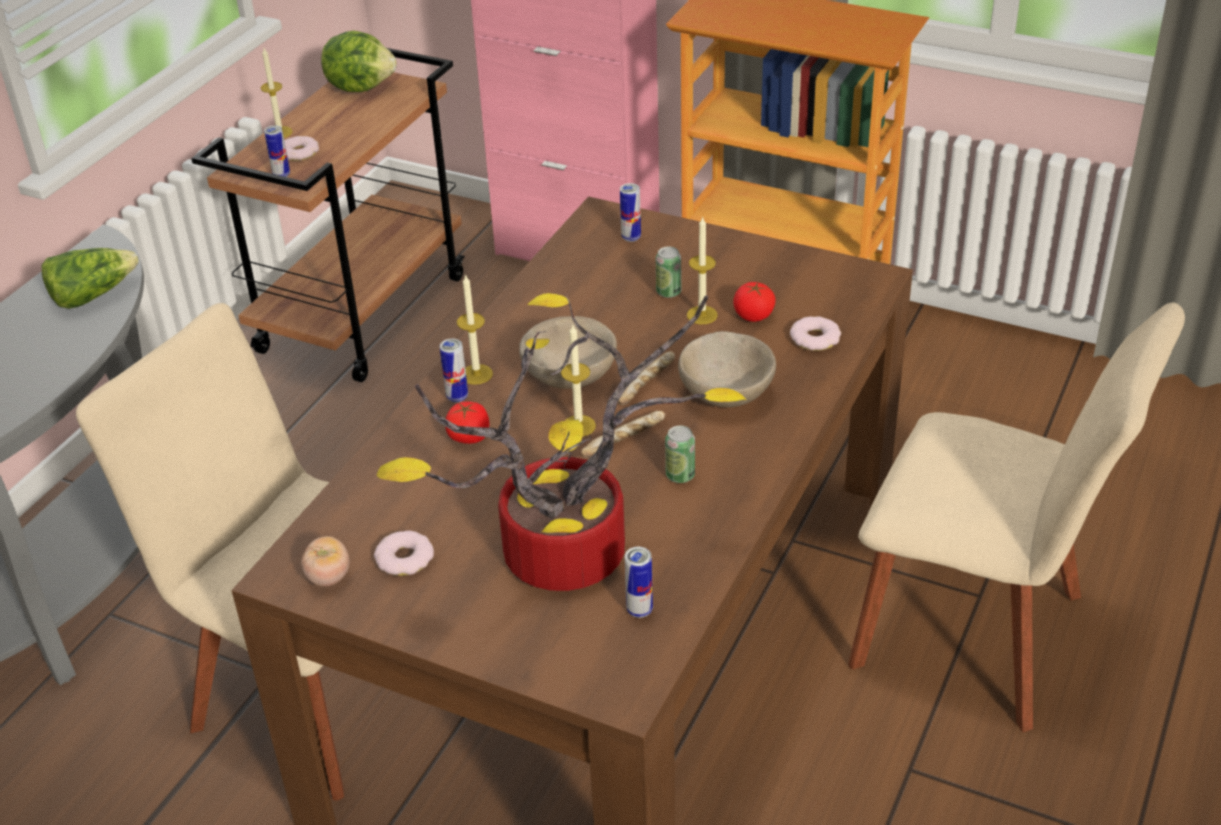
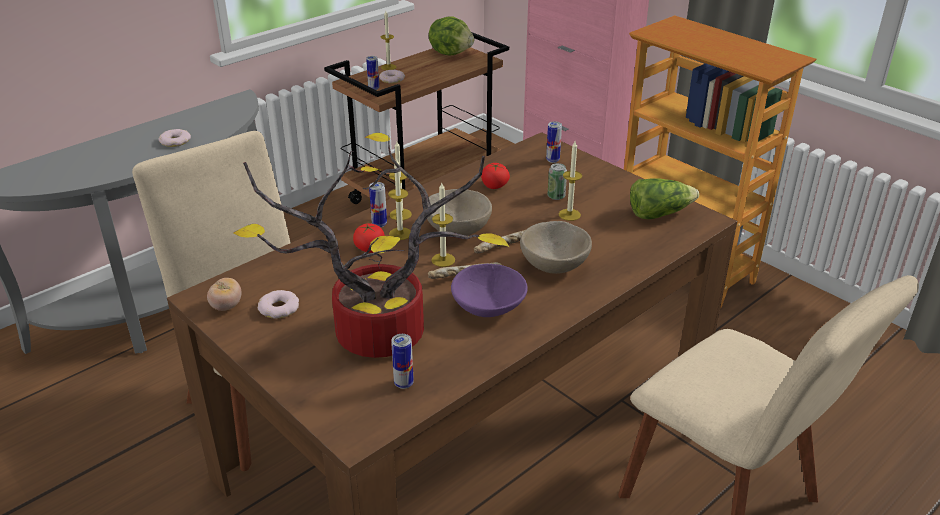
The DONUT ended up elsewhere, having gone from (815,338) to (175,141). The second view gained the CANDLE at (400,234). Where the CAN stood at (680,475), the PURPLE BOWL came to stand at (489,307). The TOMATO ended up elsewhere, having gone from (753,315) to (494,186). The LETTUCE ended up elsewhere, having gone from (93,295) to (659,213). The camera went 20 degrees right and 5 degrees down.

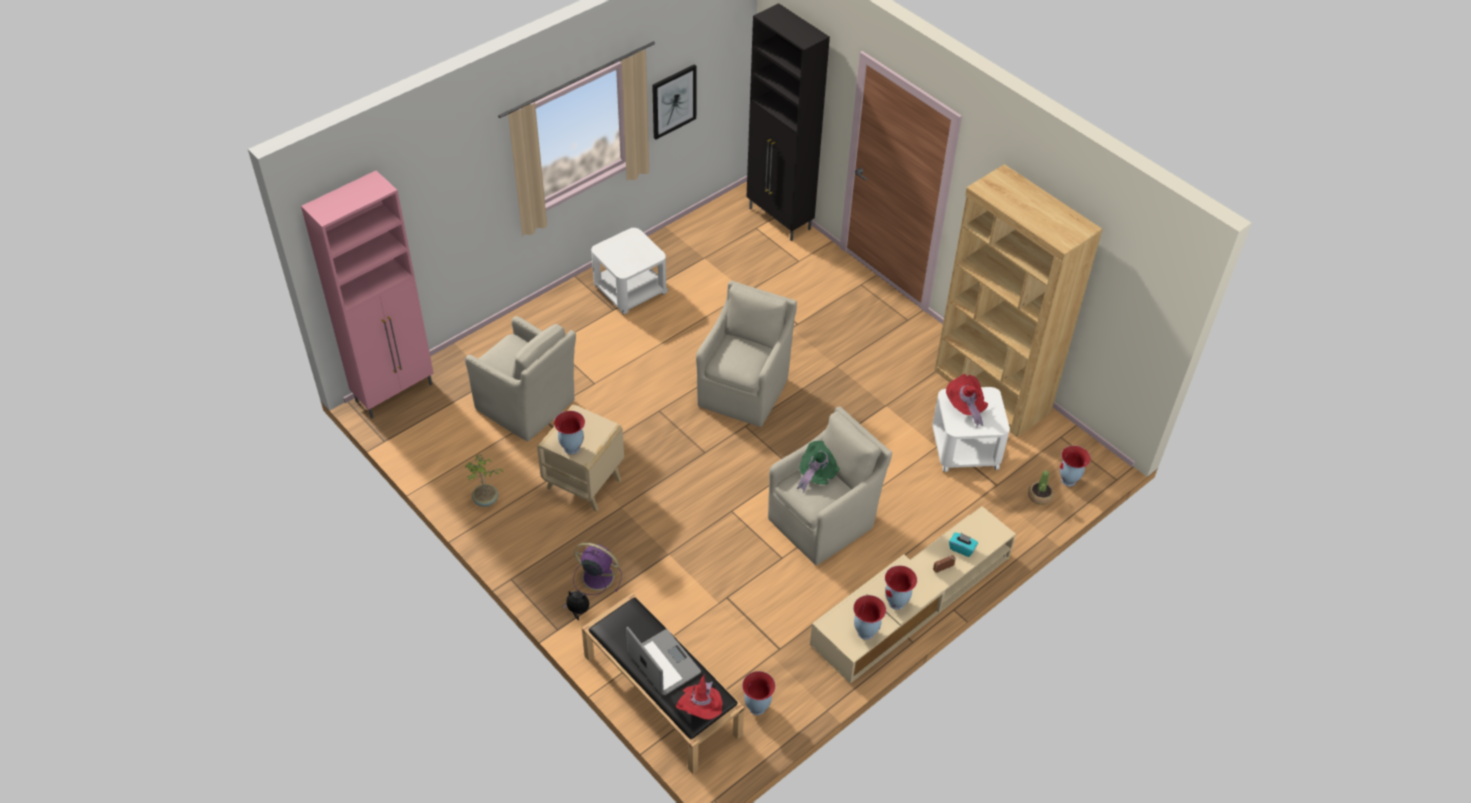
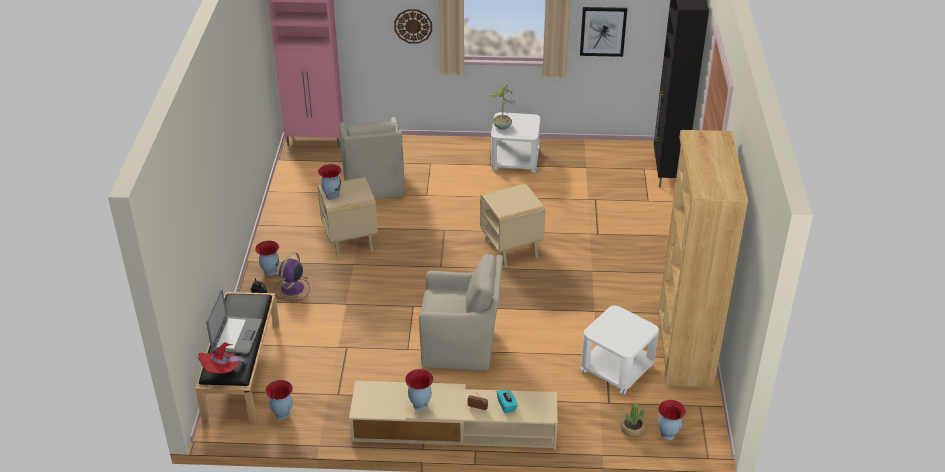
The VASE ended up elsewhere, having gone from (865,632) to (270,271). The PURPLE FAN at (596,576) ended up facing another way, 135 degrees counterclockwise from before. The second view gained the WALL CLOCK at (413,26). Where the BEIGE ARMCHAIR stood at (744,390), the BEIGE SIDE TABLE came to stand at (512,249). The POTTED PLANT ended up elsewhere, having gone from (486,501) to (502,127). The second view lost the GREEN HAT at (818,473). The second view lost the RED HAT at (965,407). The camera went 45 degrees right and 10 degrees down.

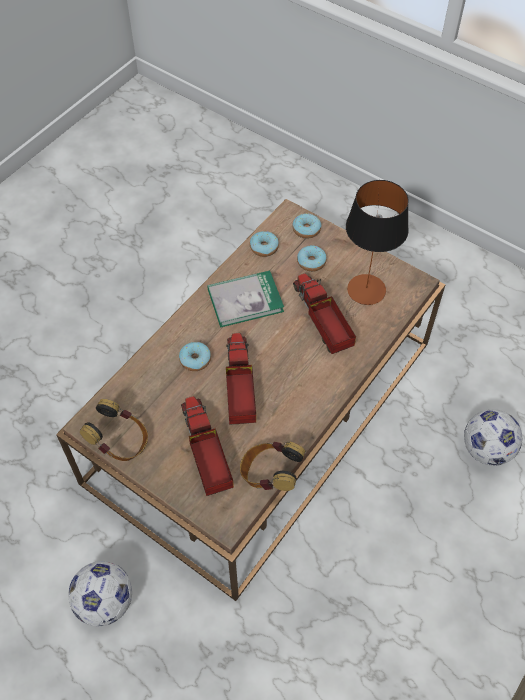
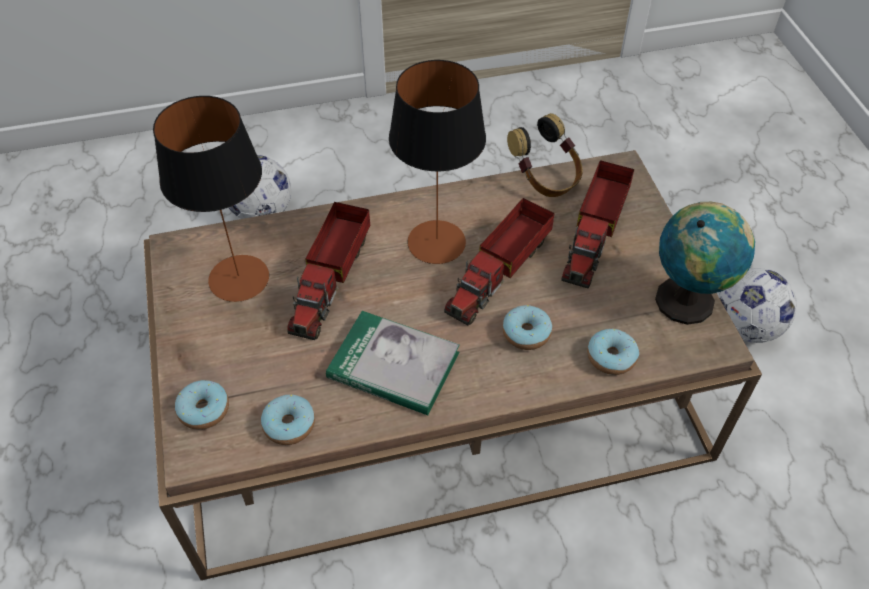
The second view gained the TABLE LAMP at (437,242). The DONUT ended up elsewhere, having gone from (311,262) to (611,357). Where the HEADPHONES stood at (120,442), the GLOBE came to stand at (687,299). The camera went 140 degrees left and 5 degrees down.

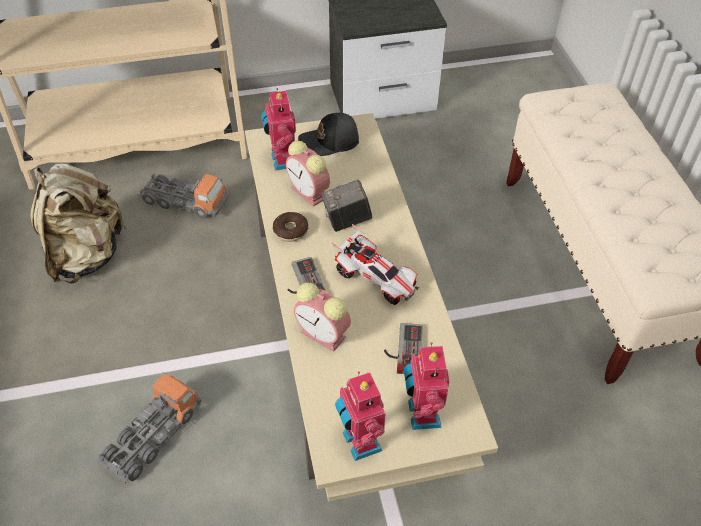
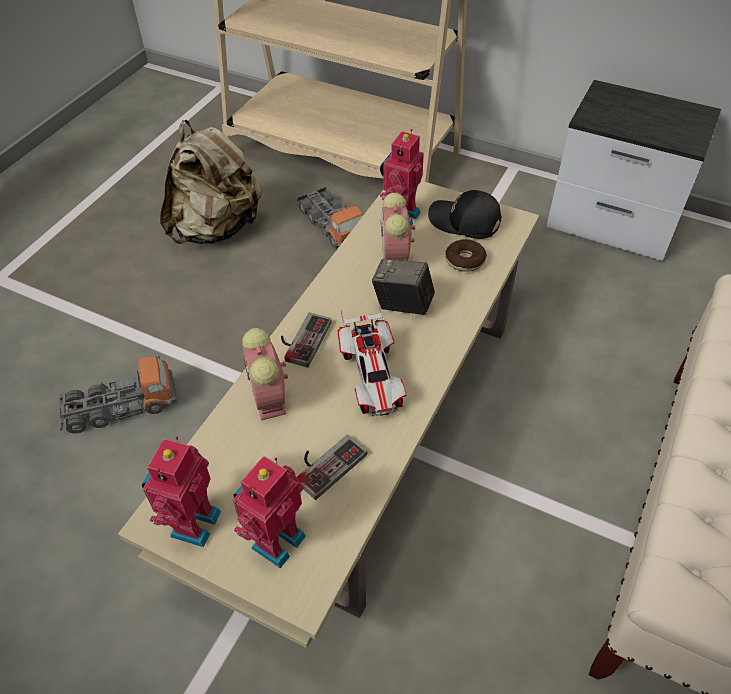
The DONUT ended up elsewhere, having gone from (290,231) to (465,260). The camera went 40 degrees right and 0 degrees up.

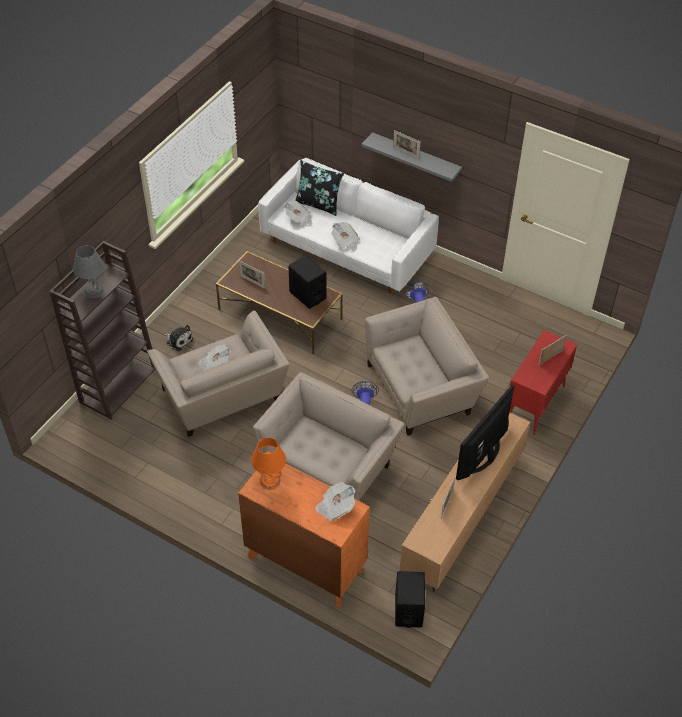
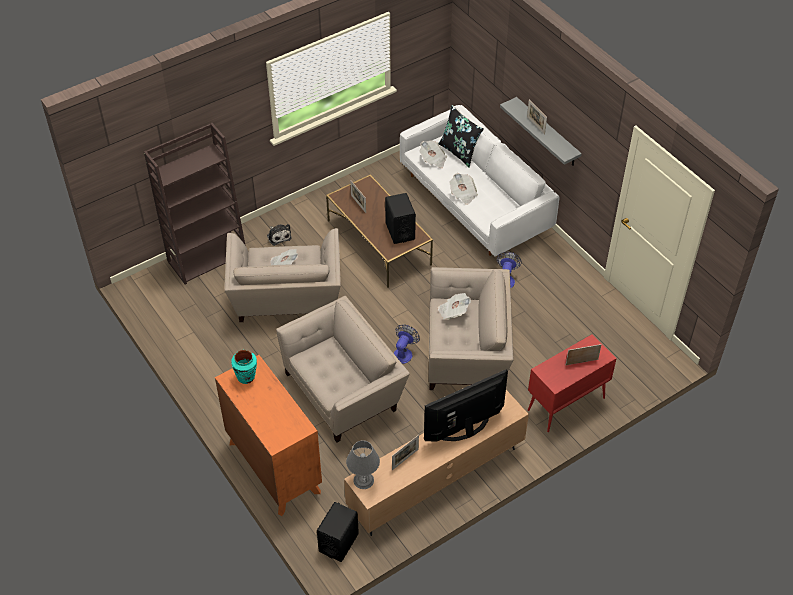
Where the ORANGE TABLE LAMP stood at (269,481), the TURQUOISE VASE came to stand at (246,377). The GREY TABLE LAMP ended up elsewhere, having gone from (93,290) to (363,480). The NEWSPAPER ended up elsewhere, having gone from (335,507) to (453,311). The camera went 25 degrees right and 0 degrees up.

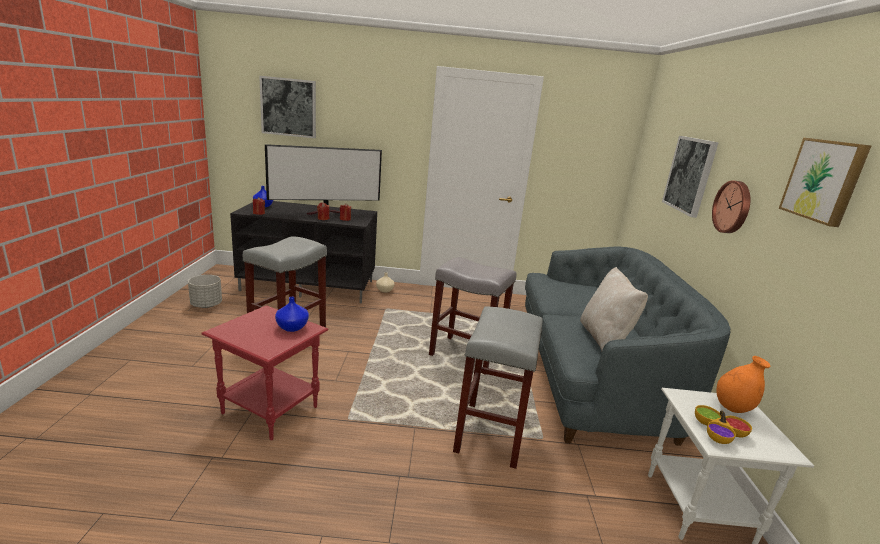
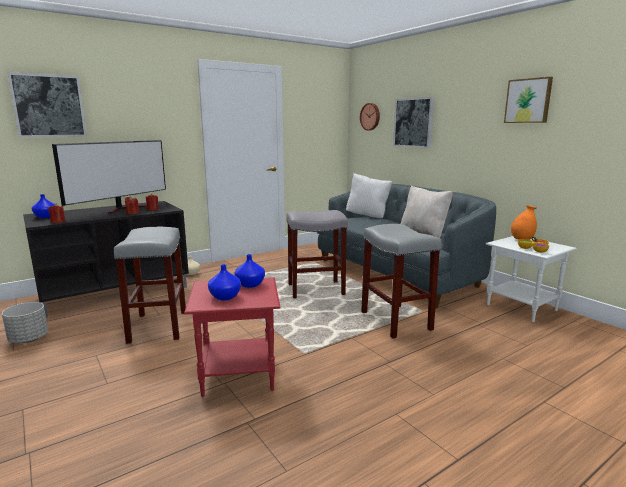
The second view gained the BLUE VASE at (224,297). The second view gained the WHITE PILLOW at (368,216). The WALL CLOCK ended up elsewhere, having gone from (733,207) to (370,116). The camera went 35 degrees left and 5 degrees down.

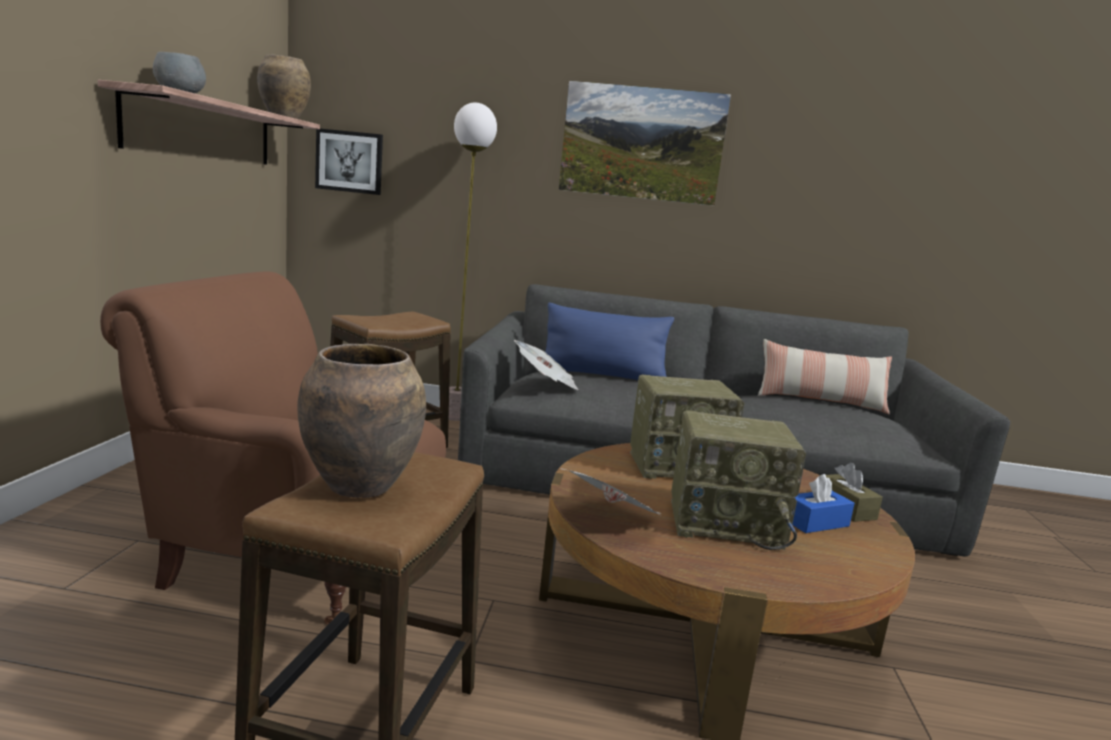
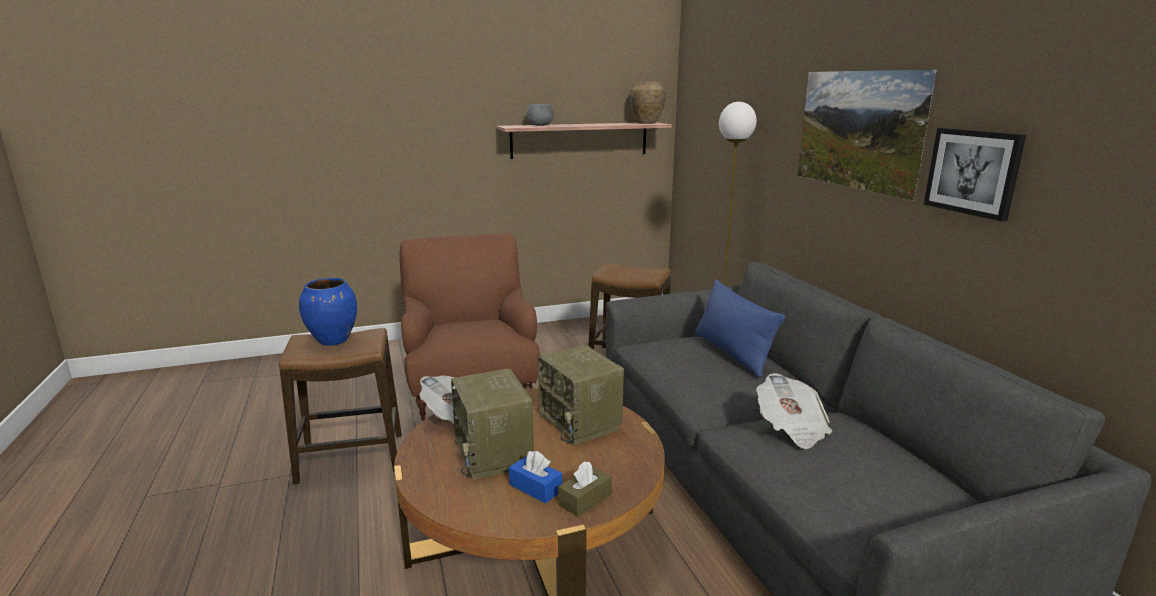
What was the BROWN VASE at (361,486) turned into the BLUE VASE at (334,341). The NEWSPAPER ended up elsewhere, having gone from (546,383) to (791,428). The PICTURE ended up elsewhere, having gone from (349,162) to (973,172). The second view lost the PILLOW at (819,401). The camera went 65 degrees right and 5 degrees up.

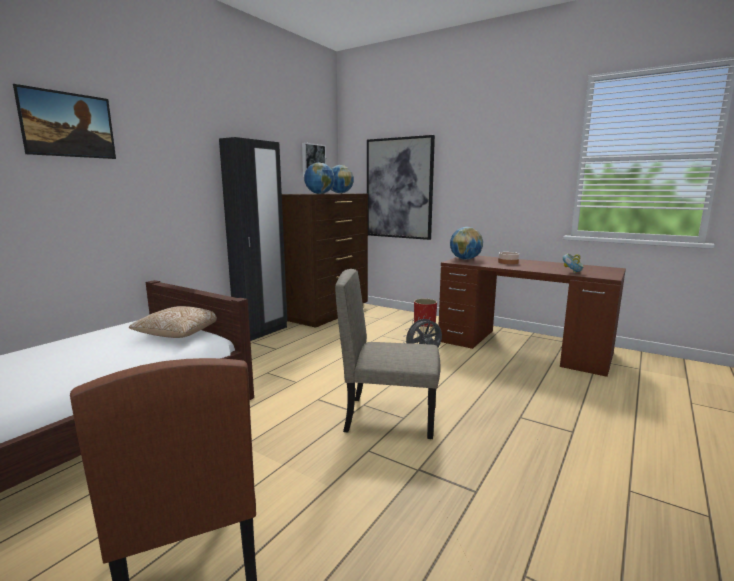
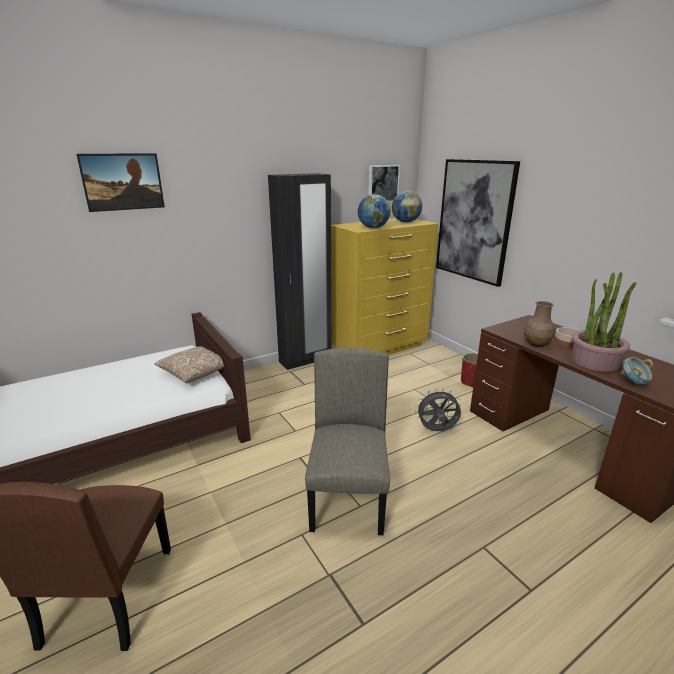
The BEIGE CHAIR at (390,417) ended up facing another way, 60 degrees clockwise from before. What was the BROWN DRESSER at (327,314) turned into the YELLOW DRESSER at (380,347). The second view gained the BROWN VASE at (536,344). The second view gained the POTTED PLANT at (594,362). The second view lost the GLOBE at (465,259). The camera went 25 degrees right and 10 degrees up.

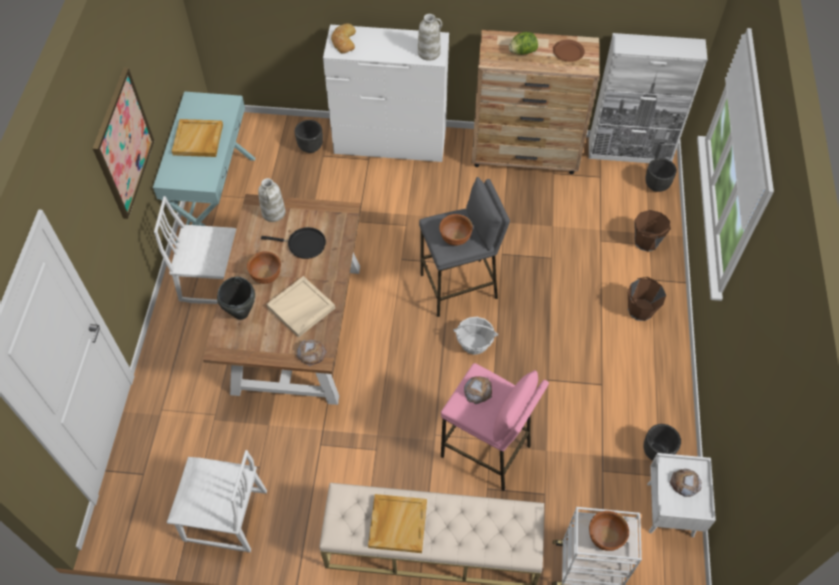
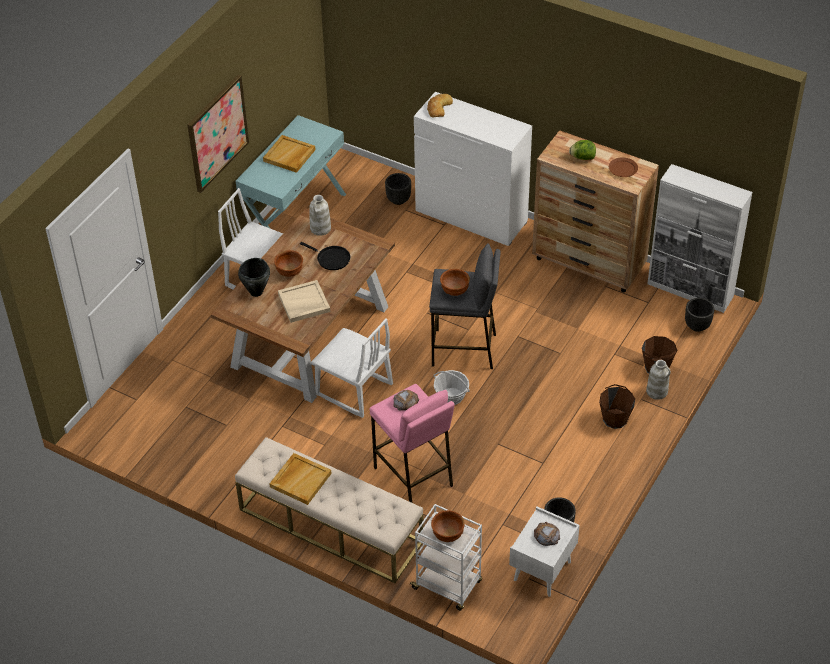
The WHITE CHAIR ended up elsewhere, having gone from (225,517) to (354,390). The WHITE VASE ended up elsewhere, having gone from (429,52) to (657,391). The second view lost the BREAD at (311,353). The camera went 25 degrees right and 10 degrees down.

